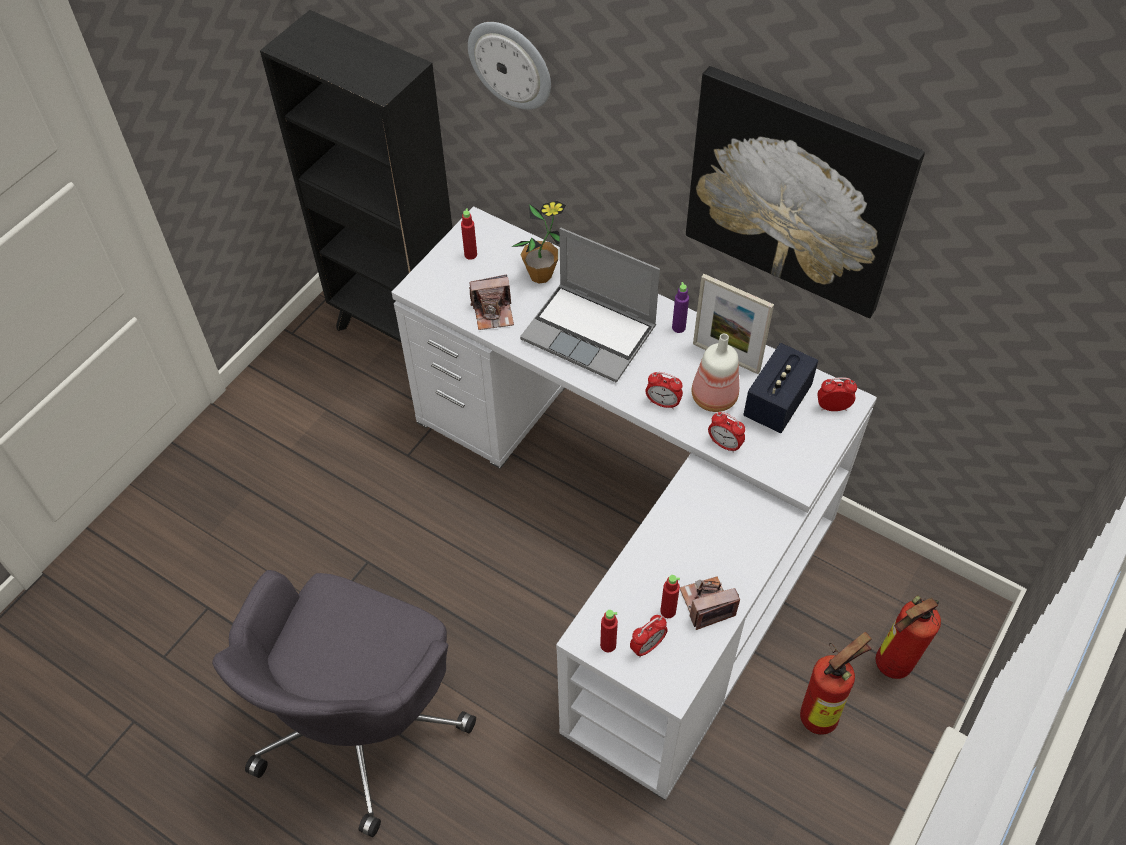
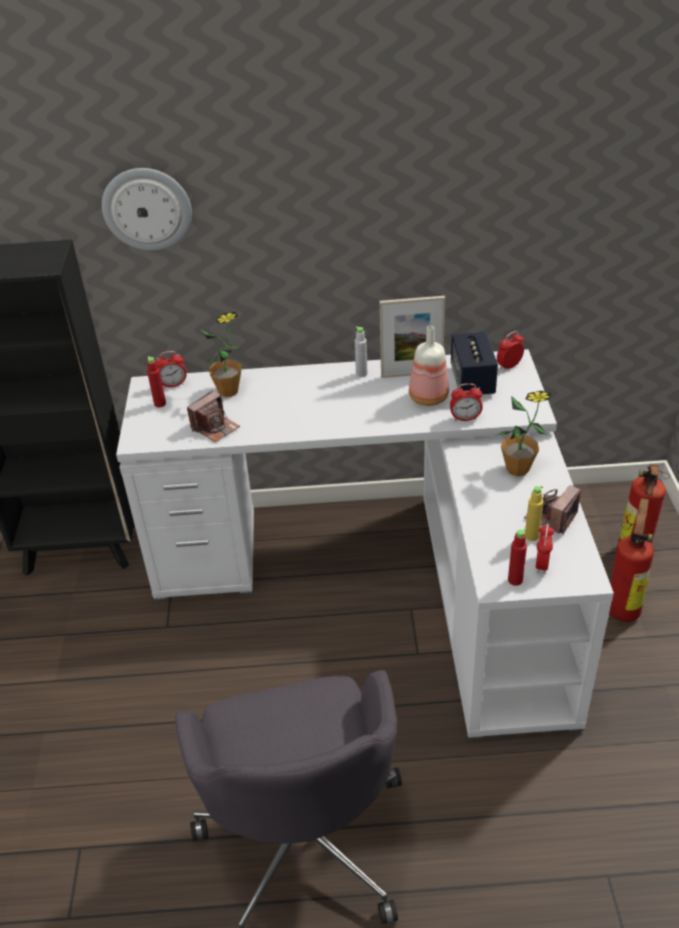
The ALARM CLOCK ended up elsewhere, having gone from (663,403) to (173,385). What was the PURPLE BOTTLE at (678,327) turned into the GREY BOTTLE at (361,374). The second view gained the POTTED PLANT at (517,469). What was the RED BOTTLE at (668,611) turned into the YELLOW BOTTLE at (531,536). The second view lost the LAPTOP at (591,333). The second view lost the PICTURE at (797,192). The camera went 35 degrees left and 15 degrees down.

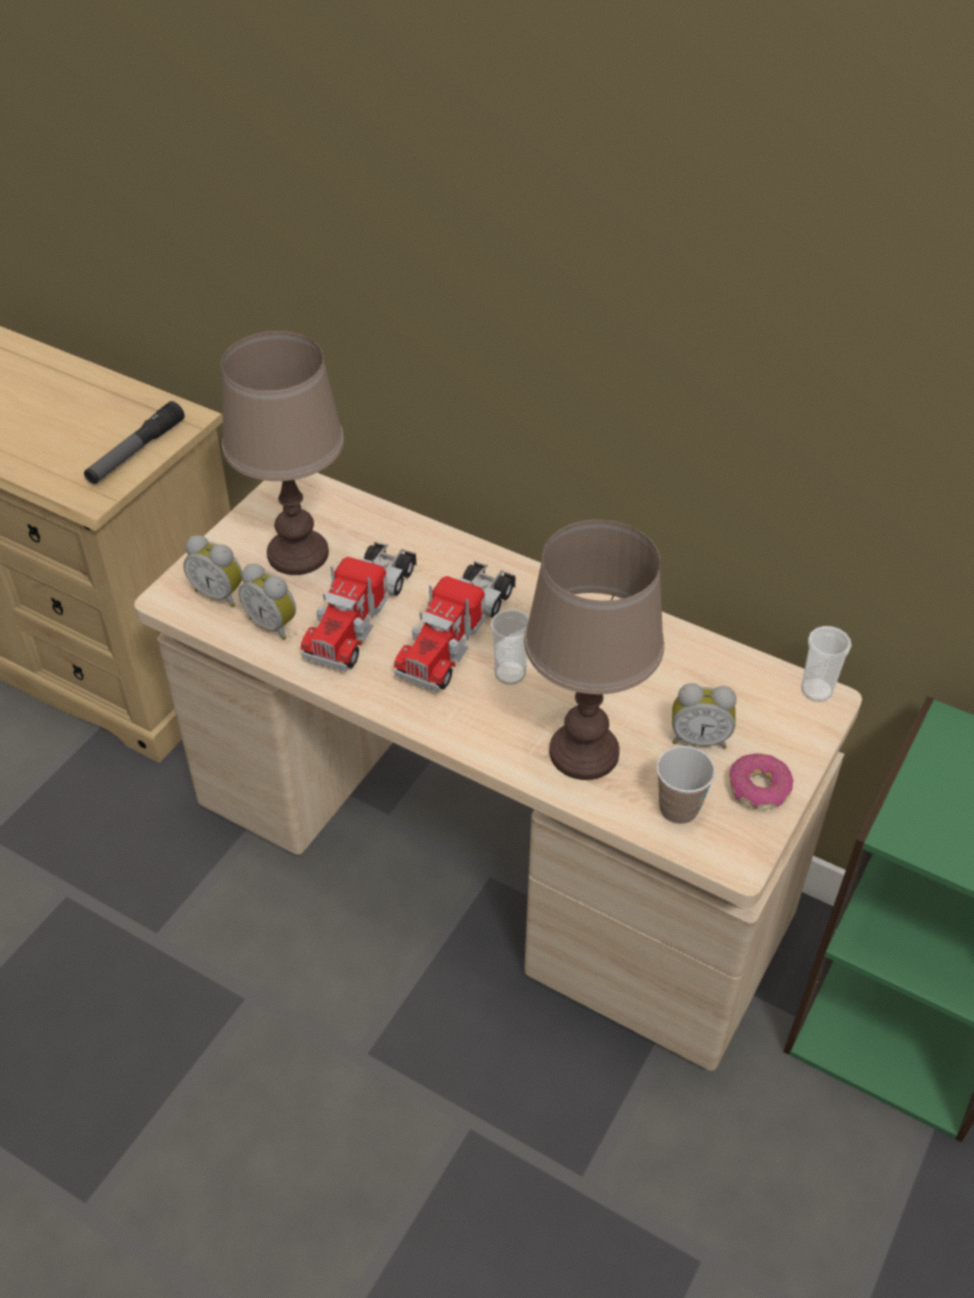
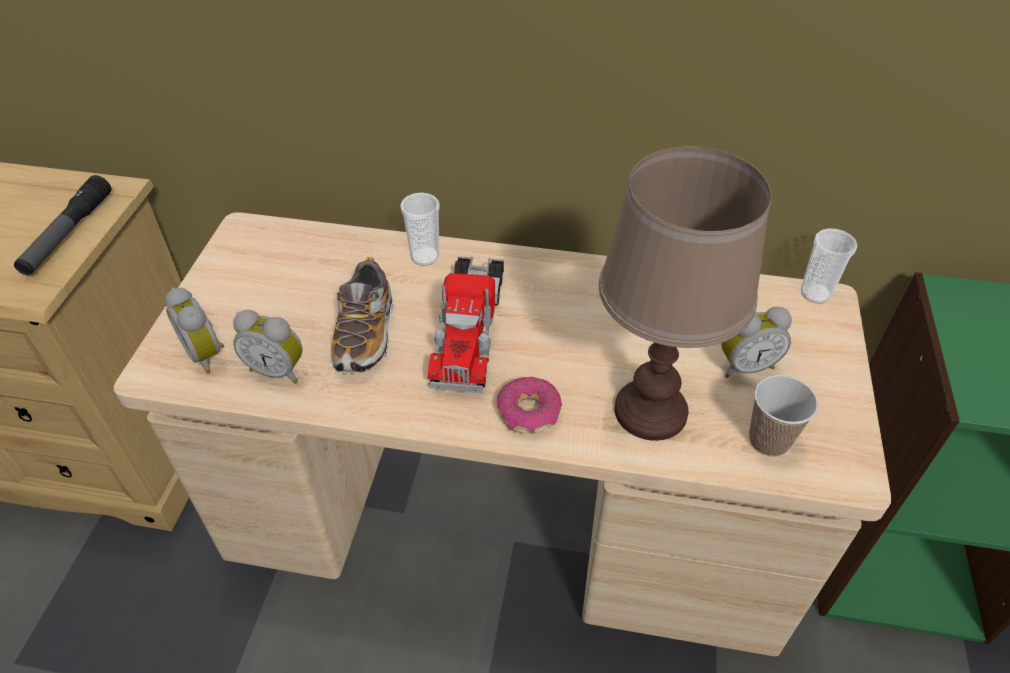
The ALARM CLOCK at (220,593) ended up facing another way, 45 degrees clockwise from before. Where the TOY TRUCK stood at (361,613), the SHOE came to stand at (365,334). The CUP ended up elsewhere, having gone from (510,673) to (424,256). The DONUT ended up elsewhere, having gone from (758,789) to (528,413). The second view lost the BROWN TABLE LAMP at (297,553). The camera went 20 degrees left and 0 degrees up.

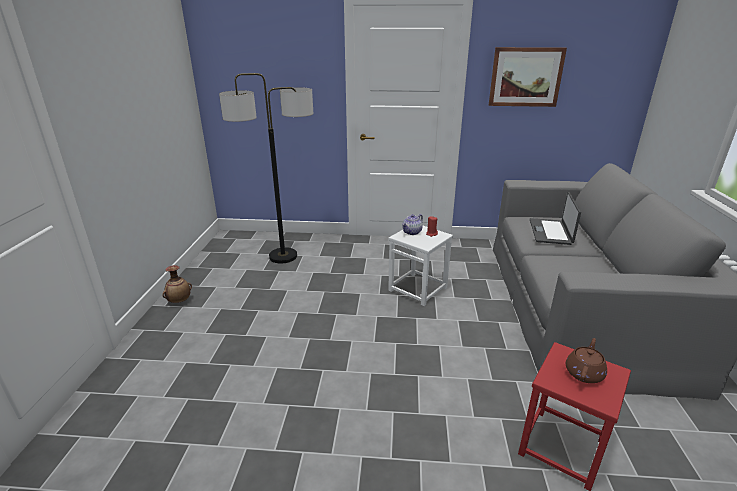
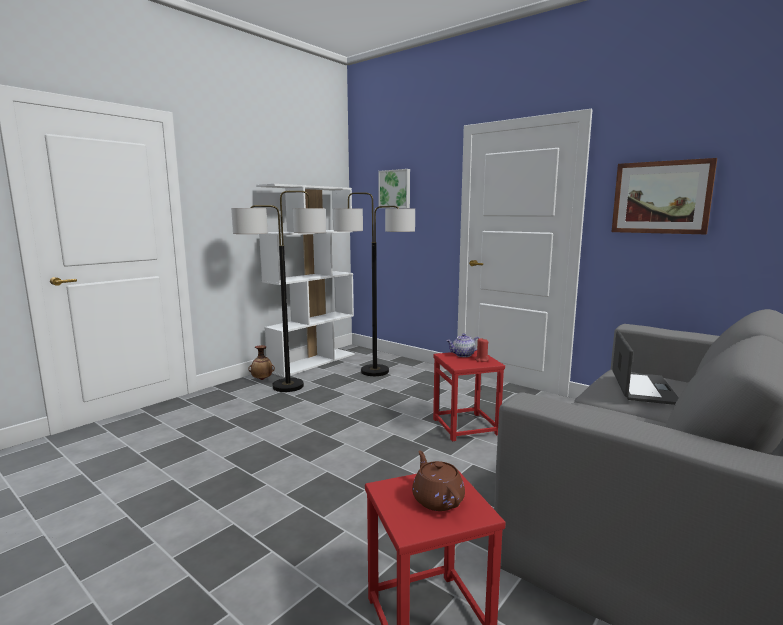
The second view gained the FLOOR LAMP at (288,386). The second view gained the WHITE BOOKCASE at (313,362). The second view gained the PICTURE at (395,189). The BROWN TEAPOT at (584,373) ended up facing another way, 90 degrees counterclockwise from before. What was the WHITE STOOL at (418,289) turned into the RED STOOL at (466,426). The LAPTOP at (551,232) ended up facing another way, 150 degrees clockwise from before. The camera went 35 degrees right and 15 degrees down.

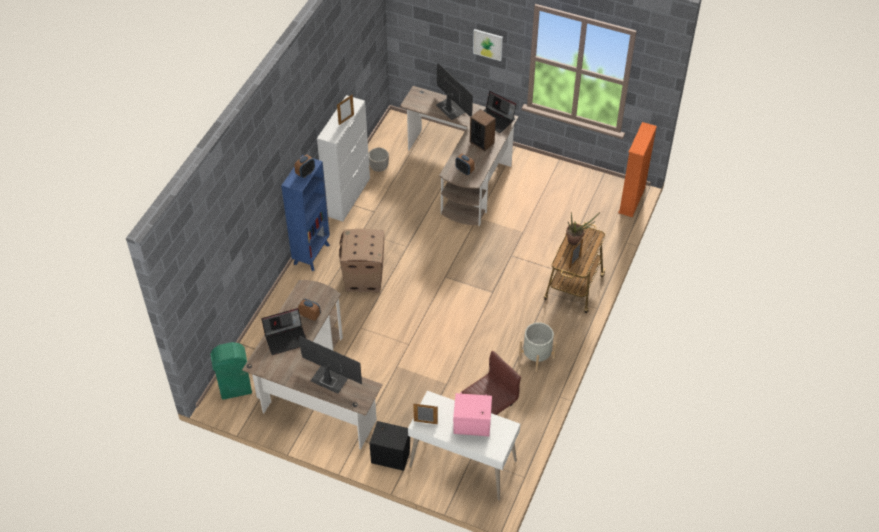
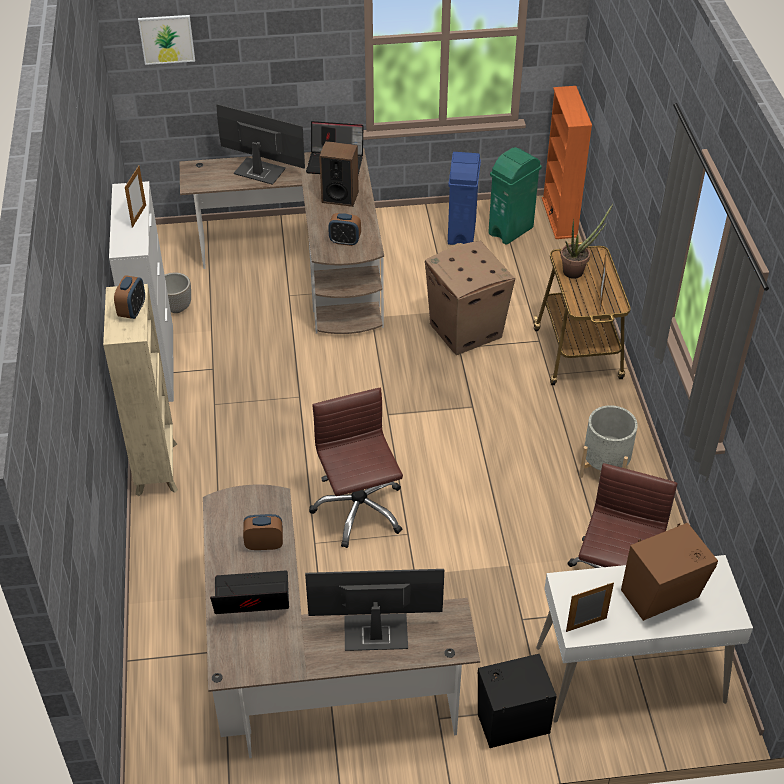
What was the BLUE BOOKCASE at (312,254) turned into the BEIGE BOOKCASE at (157,467). The PICTURE ended up elsewhere, having gone from (488,44) to (167,39). The LAPTOP at (286,338) ended up facing another way, 135 degrees counterclockwise from before. The second view gained the BROWN OFFICE CHAIR at (358,510). The CARDBOARD BOX ended up elsewhere, having gone from (364,279) to (466,331). The second view gained the BLUE TRASH CAN at (462,232). The GREEN TRASH CAN ended up elsewhere, having gone from (236,389) to (511,230). What was the PINK SPEAKER at (472,427) turned into the BROWN SPEAKER at (663,596). The camera went 30 degrees left and 5 degrees down.

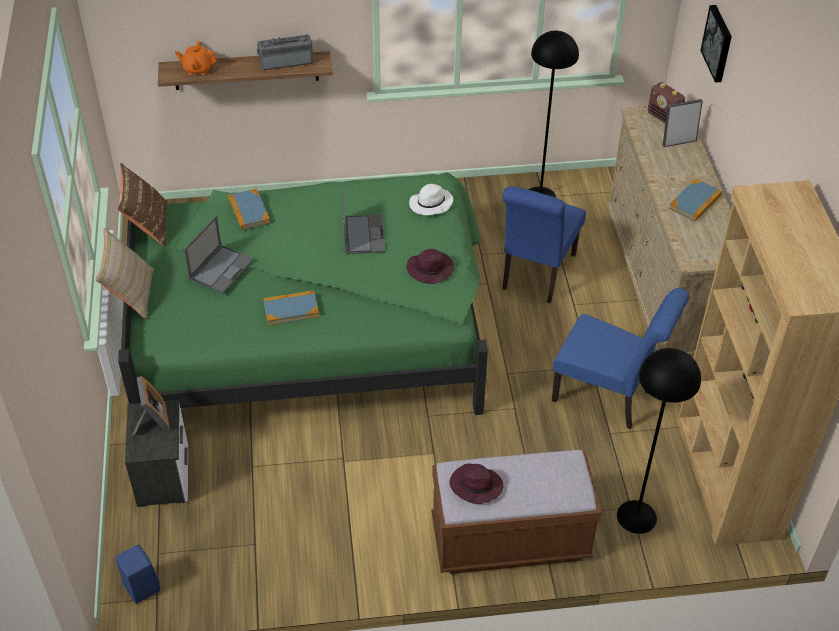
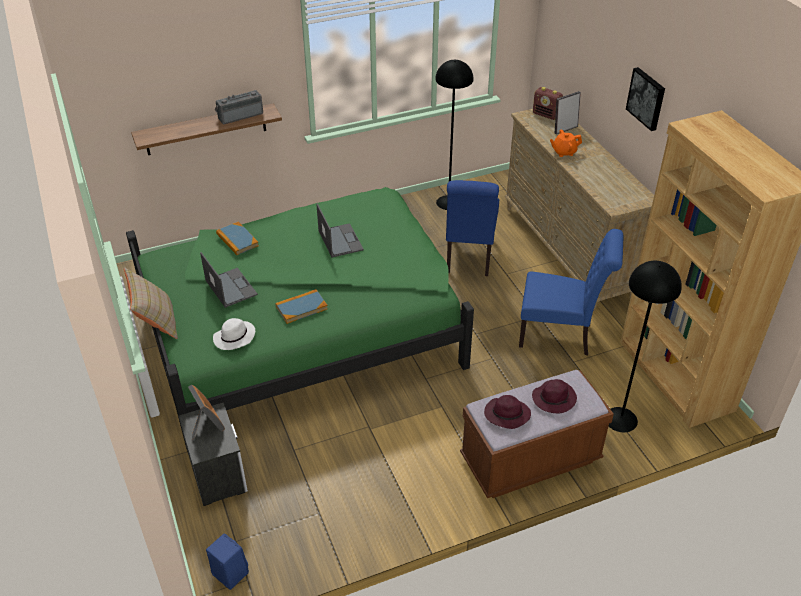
The LAPTOP at (221,269) ended up facing another way, 45 degrees counterclockwise from before. The WHITE HAT ended up elsewhere, having gone from (430,204) to (234,338). The PURPLE HAT ended up elsewhere, having gone from (431,269) to (554,398). The ORANGE TEAPOT ended up elsewhere, having gone from (198,69) to (564,152). The PICTURE ended up elsewhere, having gone from (718,43) to (647,98). The second view lost the BROWN PILLOW at (147,225). The second view lost the BOOK at (695,202). The camera went 15 degrees left and 5 degrees down.

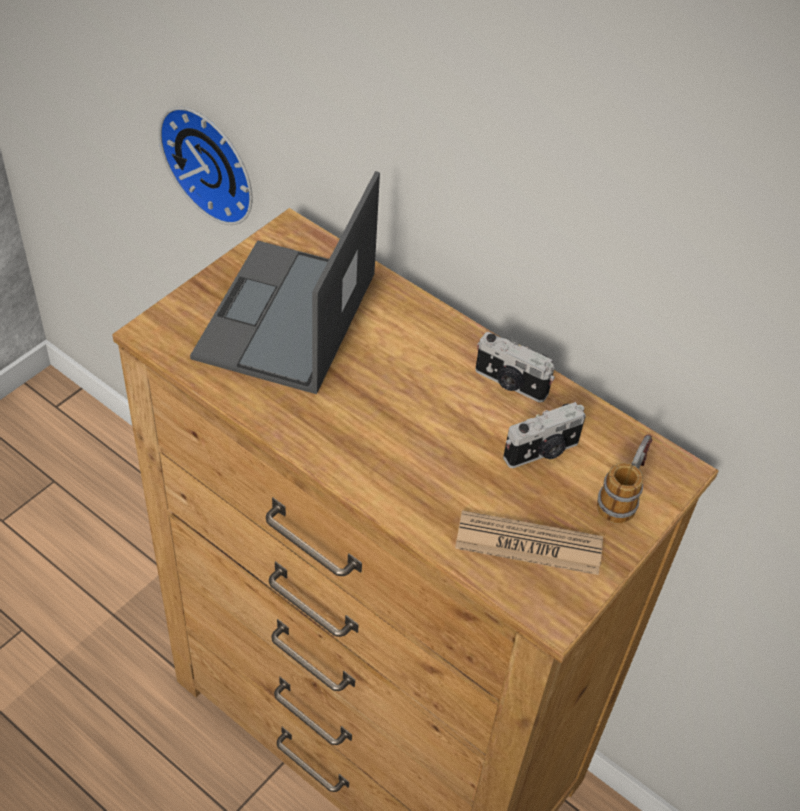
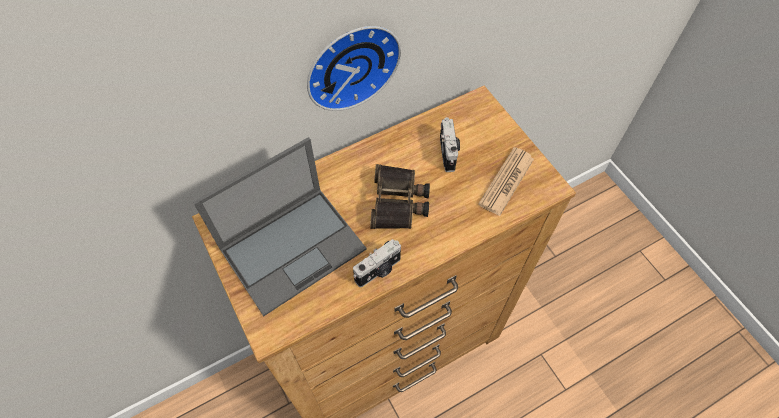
The LAPTOP at (286,318) ended up facing another way, 75 degrees counterclockwise from before. The WALL CLOCK ended up elsewhere, having gone from (213,161) to (350,64). The PHOTO CAMERA ended up elsewhere, having gone from (510,384) to (379,271). The second view gained the BINOCULARS at (399,202). The second view lost the MUG at (623,495). The camera went 65 degrees left and 10 degrees up.

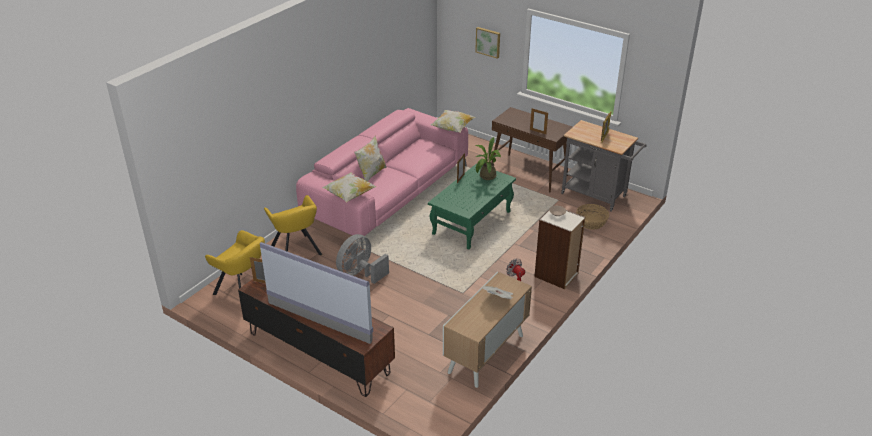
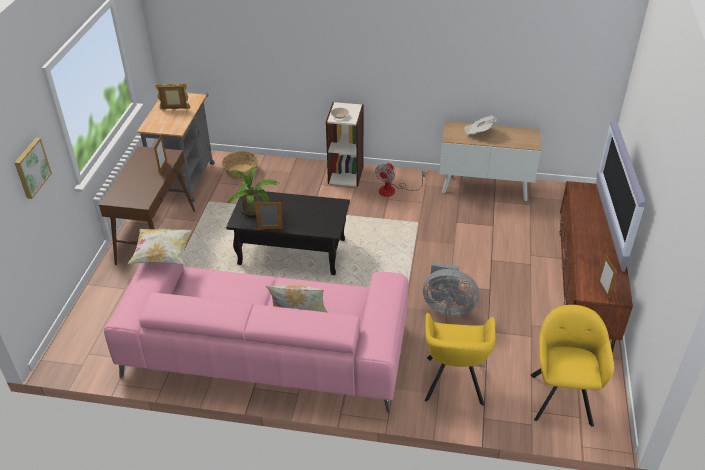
What was the GREEN COFFEE TABLE at (472,222) turned into the BLACK COFFEE TABLE at (291,252). The YELLOW ARMCHAIR at (296,252) ended up facing another way, 150 degrees clockwise from before. The second view lost the PILLOW at (349,195). The camera went 115 degrees left and 5 degrees up.

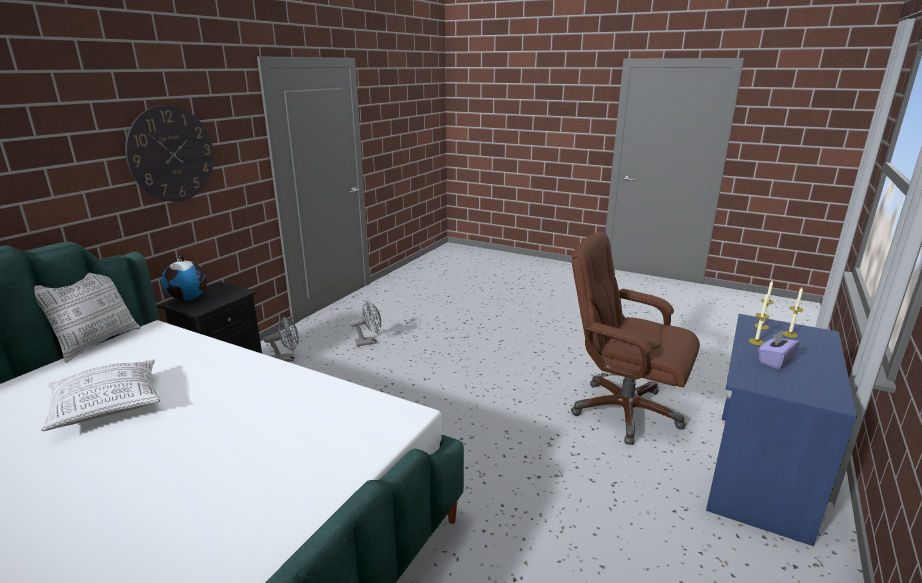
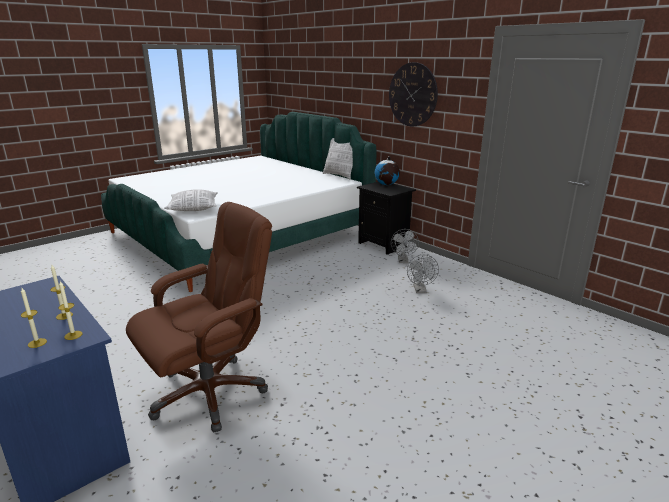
The PILLOW ended up elsewhere, having gone from (107,407) to (193,208). The second view lost the PURPLE TISSUE BOX at (775,361). The camera went 110 degrees right and 0 degrees up.

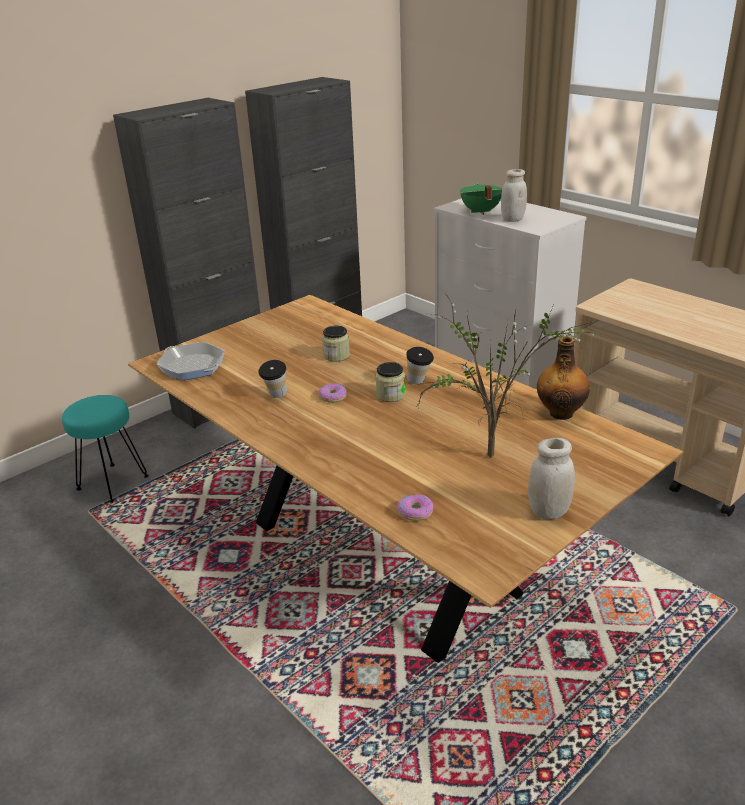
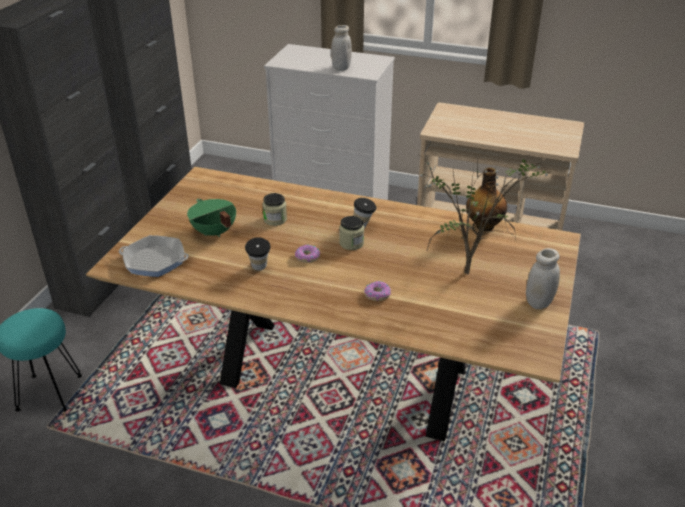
The GREEN COOKING POT ended up elsewhere, having gone from (480,212) to (213,232). The DONUT ended up elsewhere, having gone from (415,512) to (377,294). The camera went 30 degrees left and 5 degrees up.

